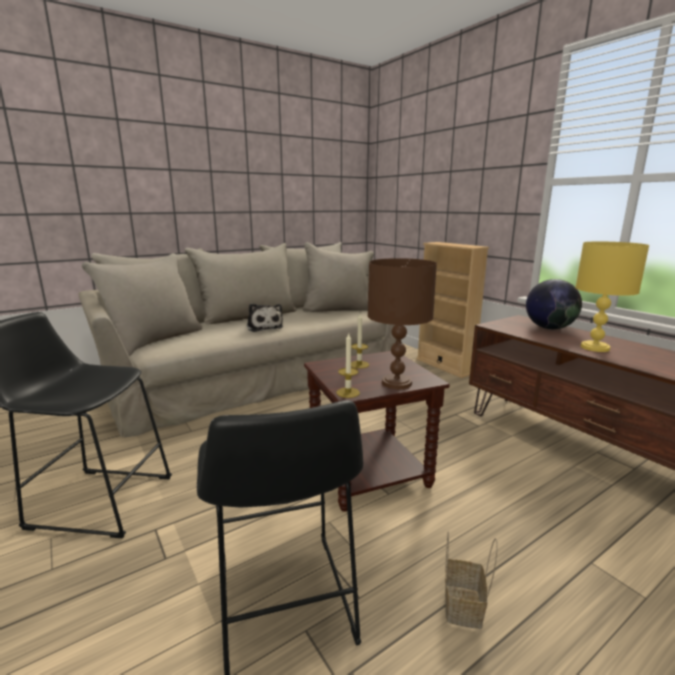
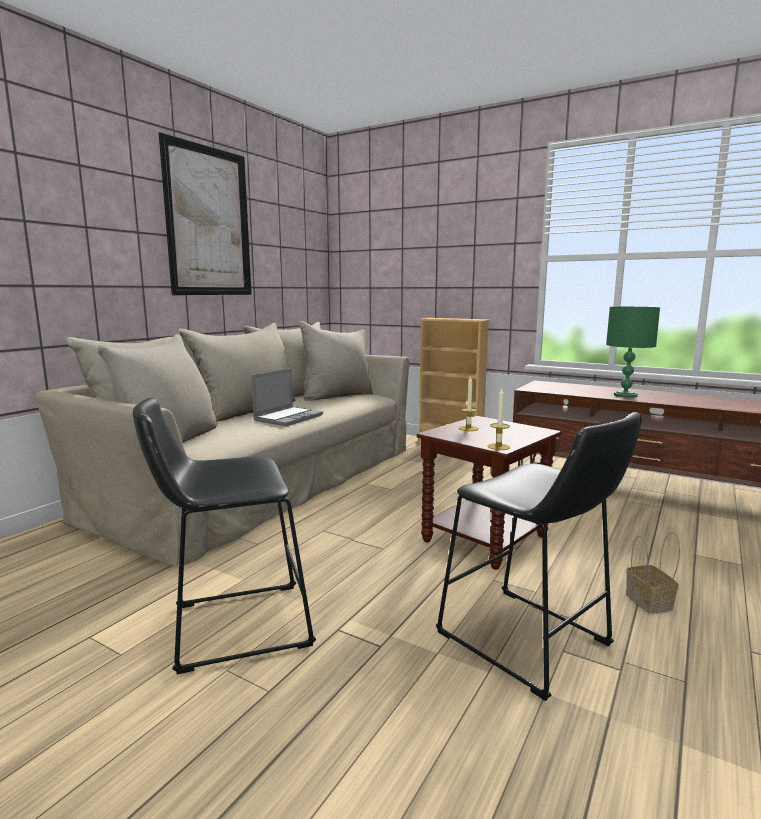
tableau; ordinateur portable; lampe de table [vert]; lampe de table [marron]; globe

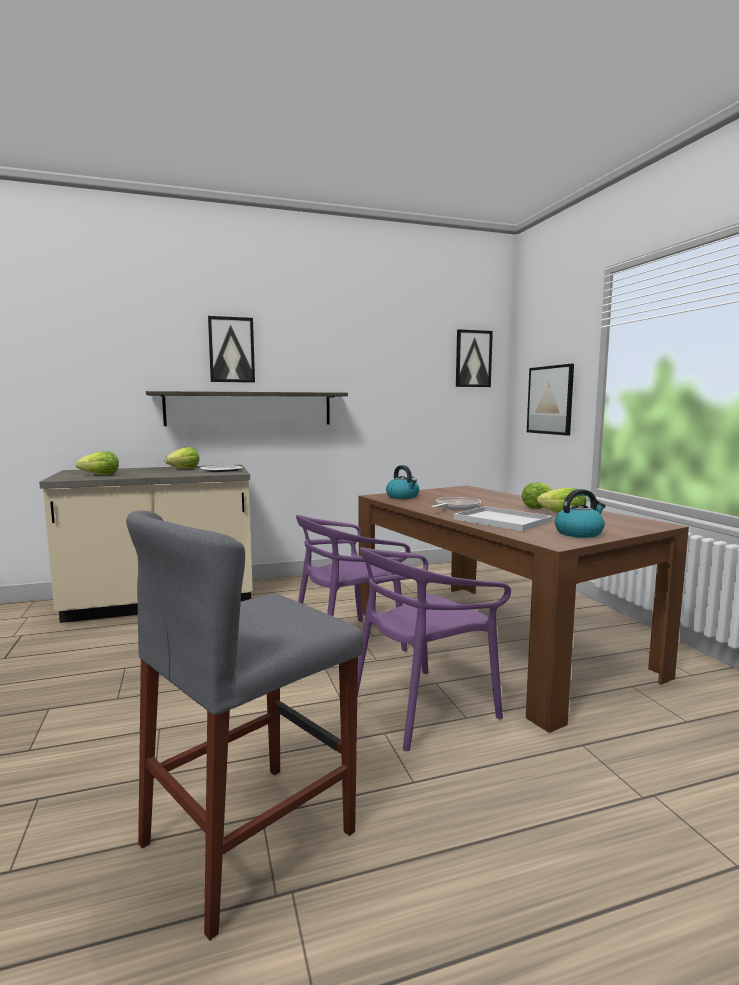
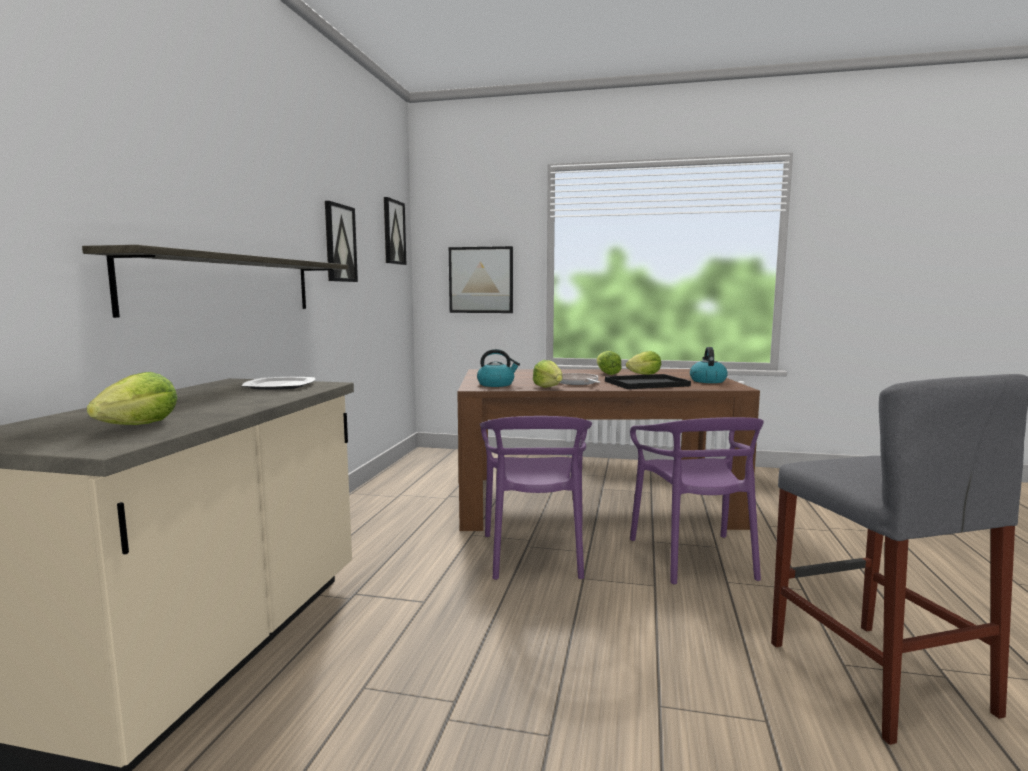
tableau (1st from left); laitue (2nd from left); plateau [noir]

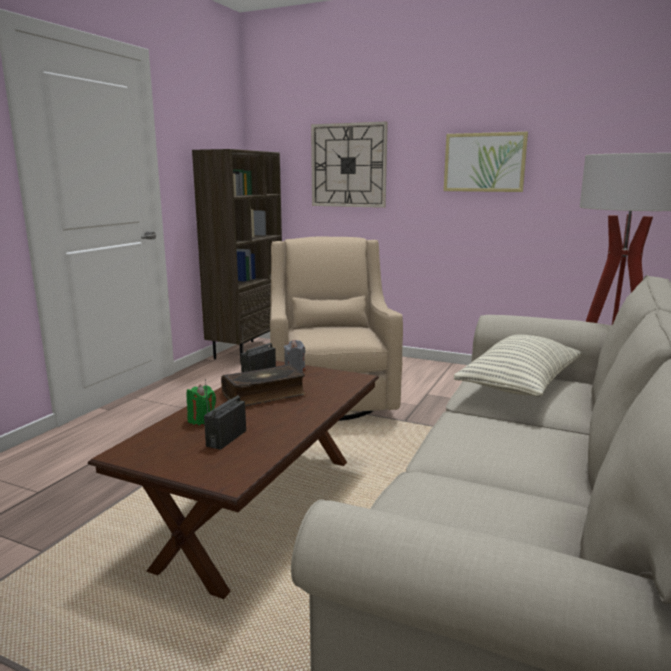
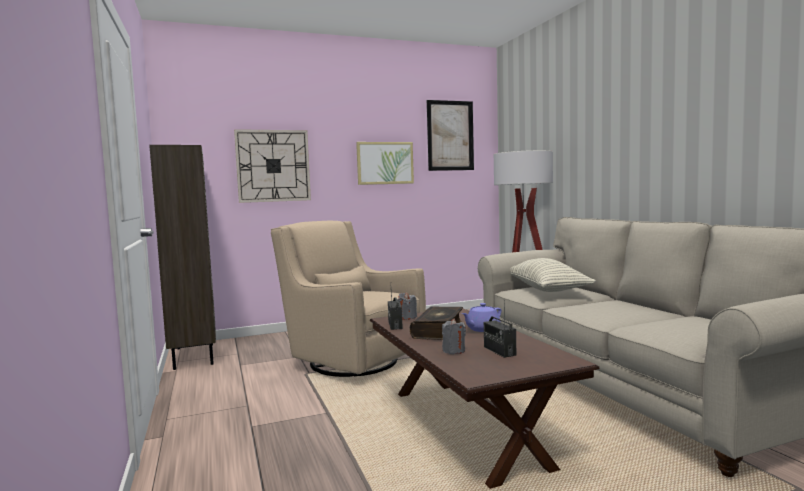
tableau (2nd from left); bougie [gris] (2nd from left); théière [violet]

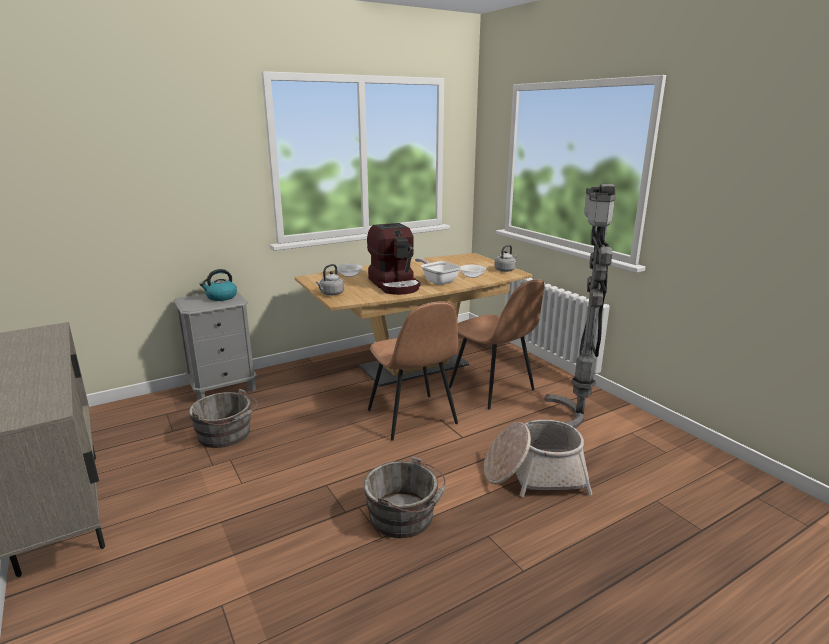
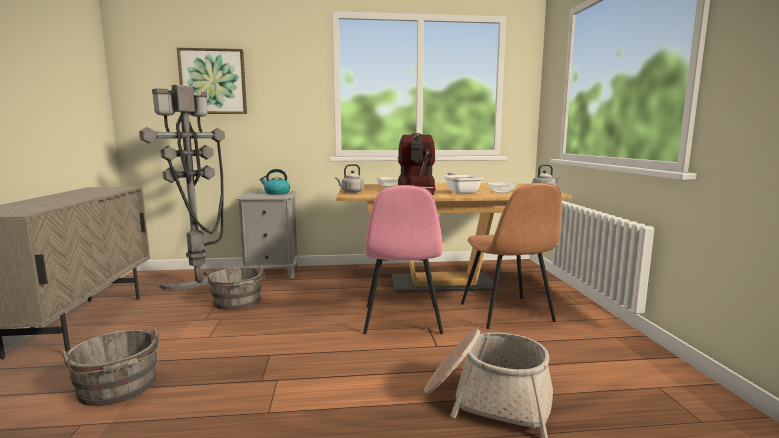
seau [gris] (1st from left); lampadaire [gris]; tableau; chaise [rose]

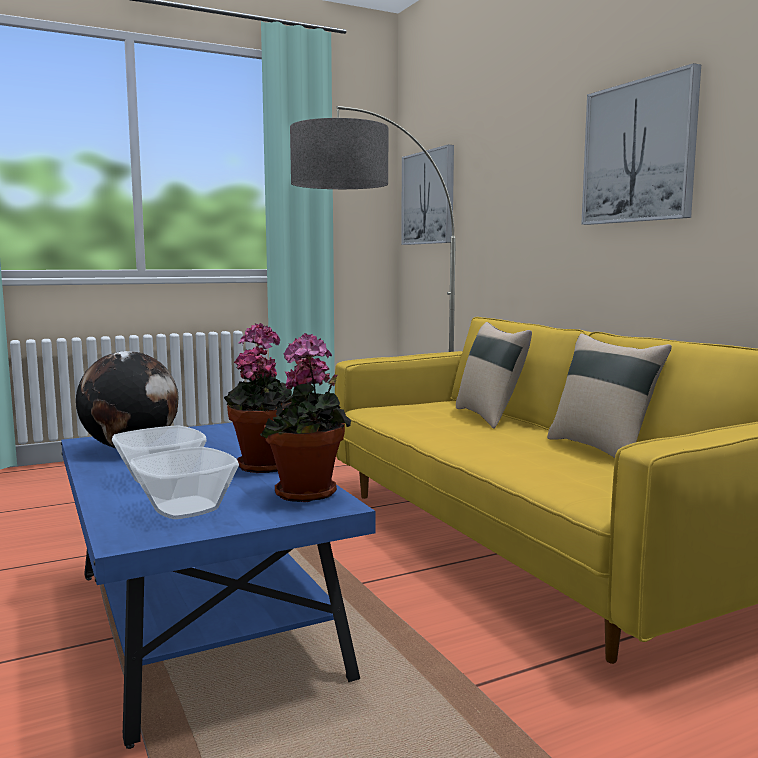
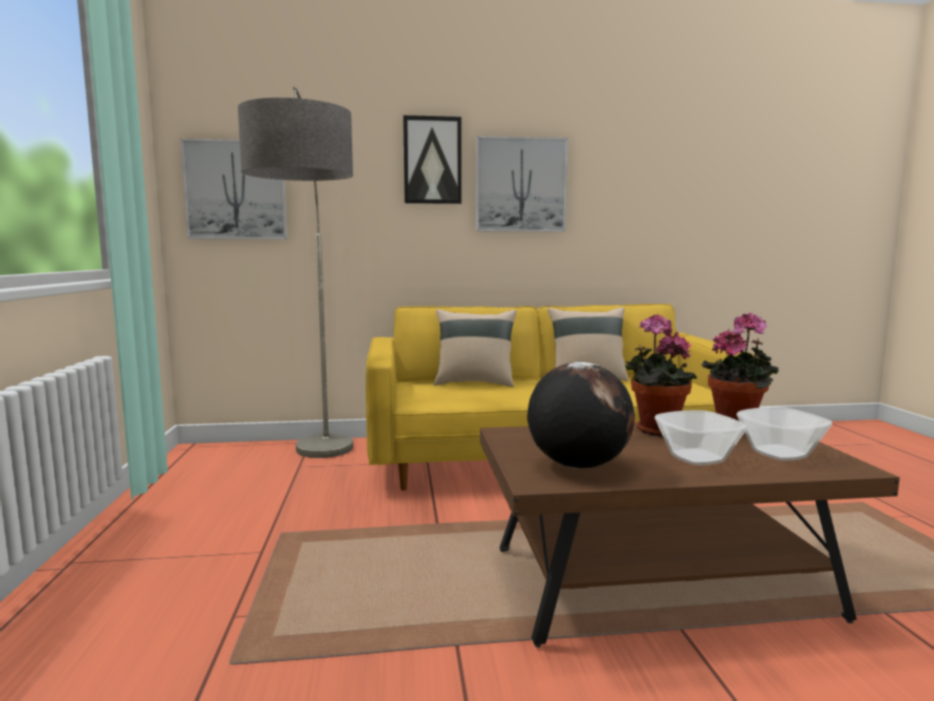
tableau (2nd from left); table basse [marron]

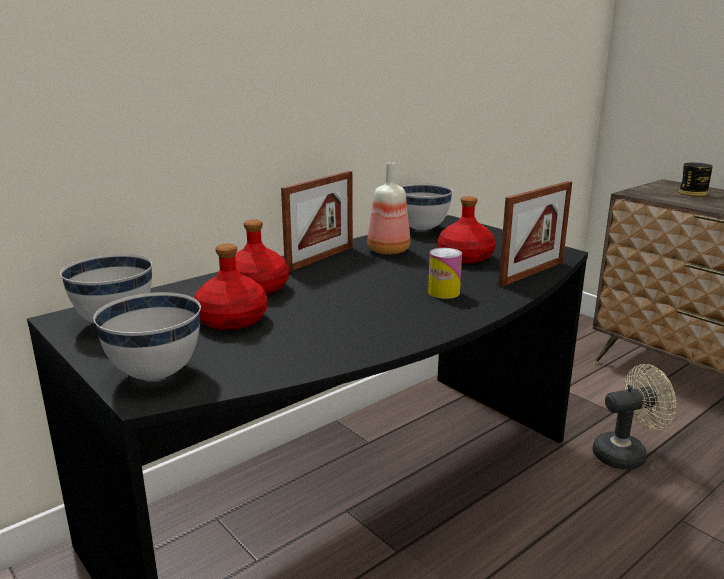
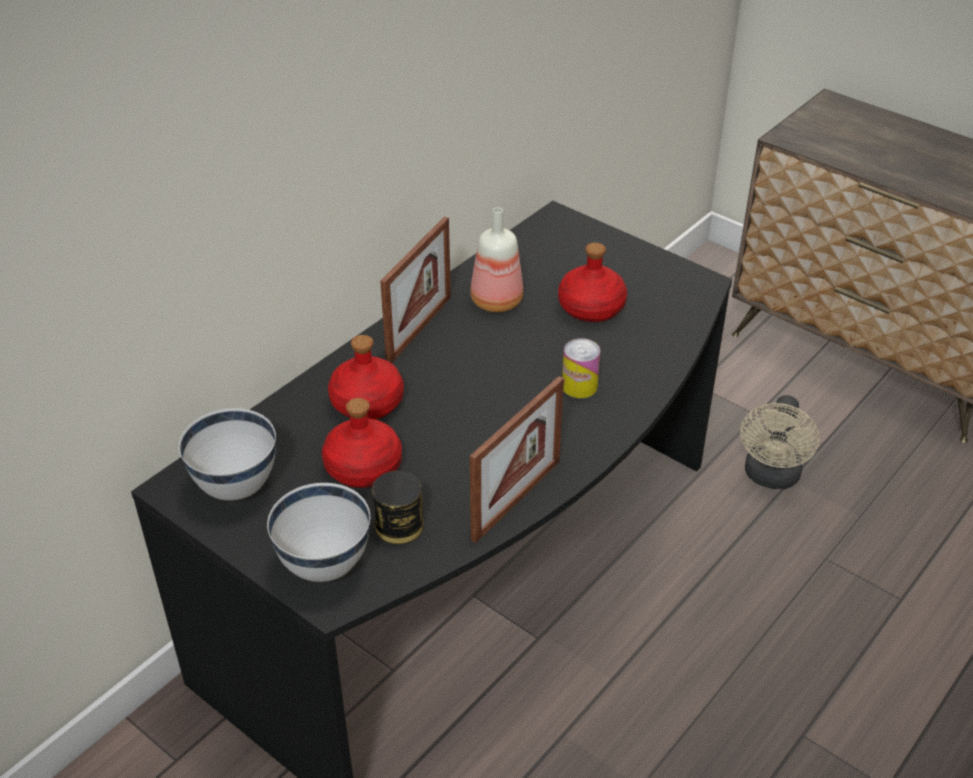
boîte métallique (1st from left); cadre photo (2nd from left); ventilateur [beige]; bol [blanc] (3rd from left in the first image)

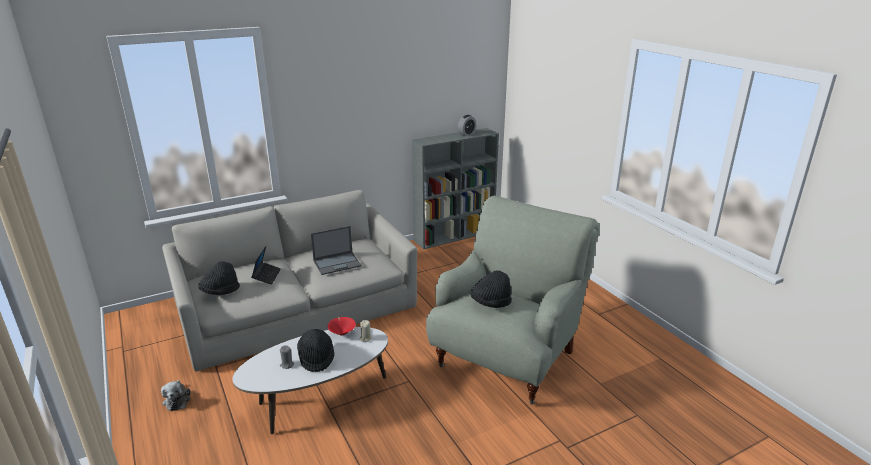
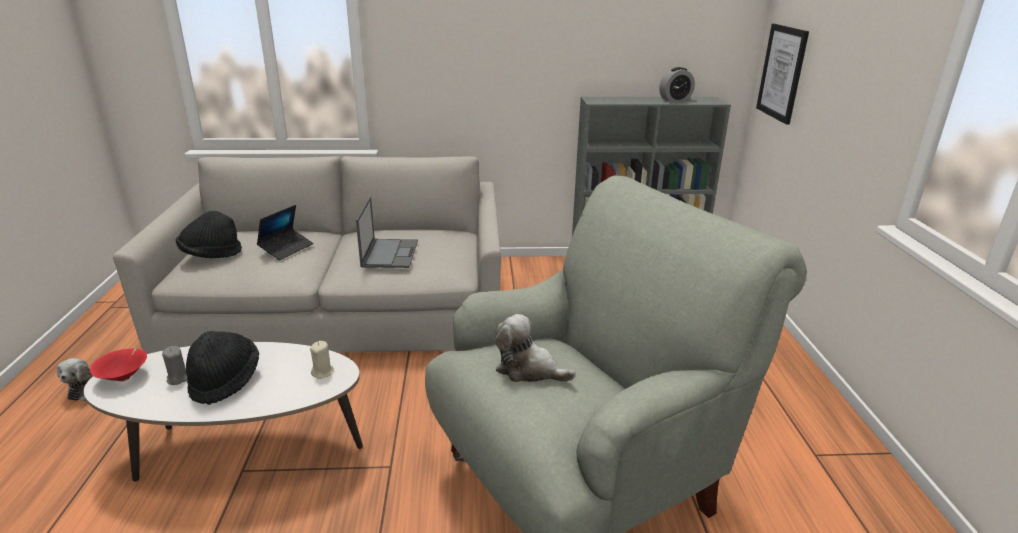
bol [rouge]; ordinateur portable (2nd from left); peluche (2nd from left); tableau

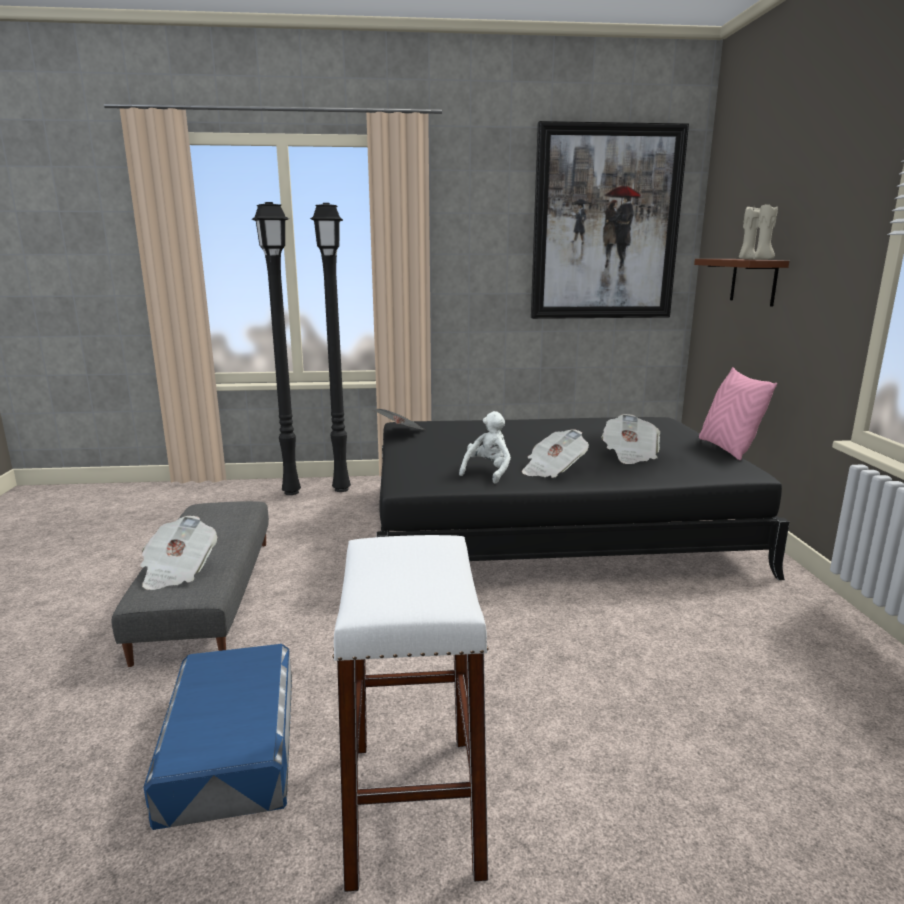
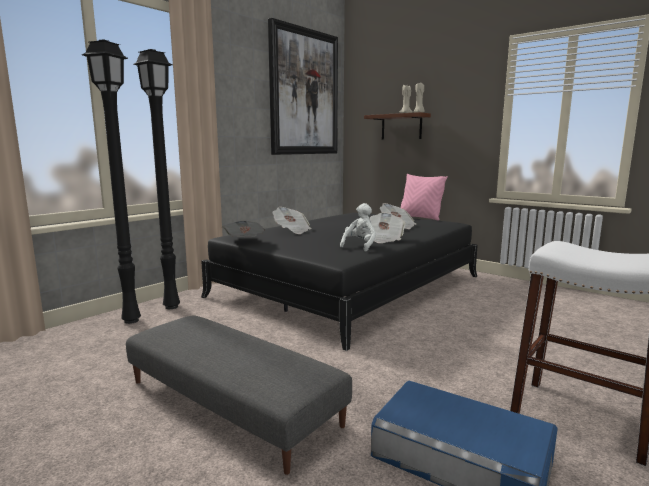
journal (2nd from left); peluche [blanc]

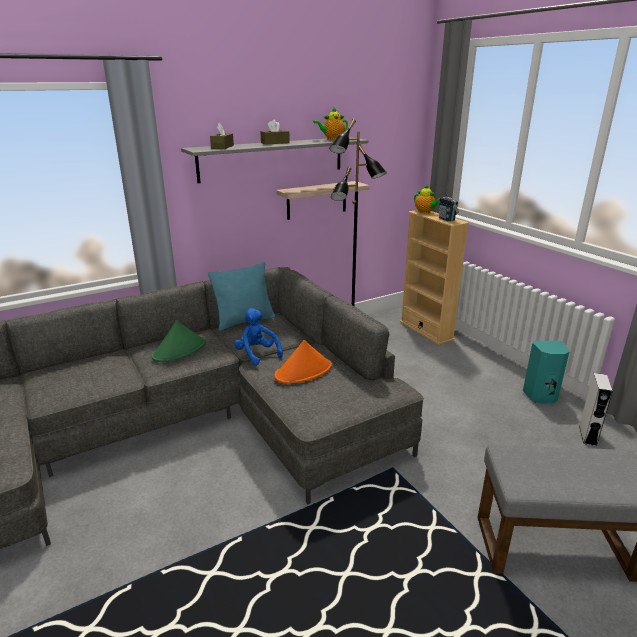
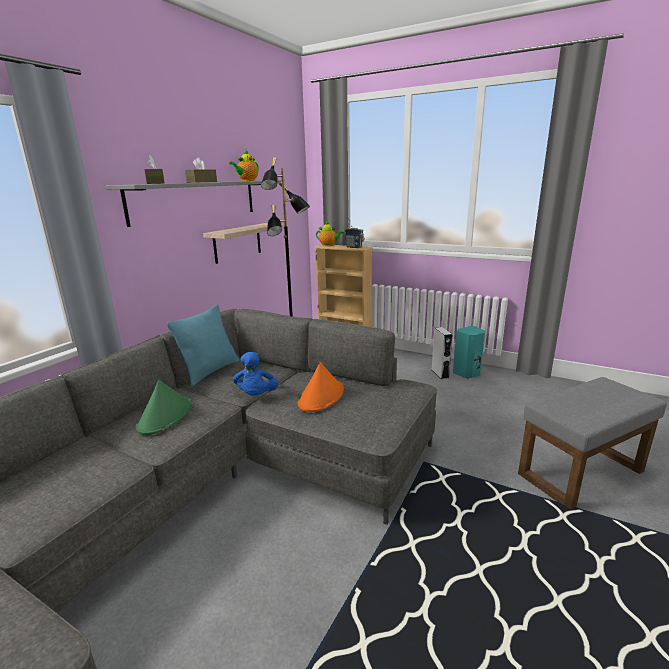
peluche [bleu]; enceinte [gris]

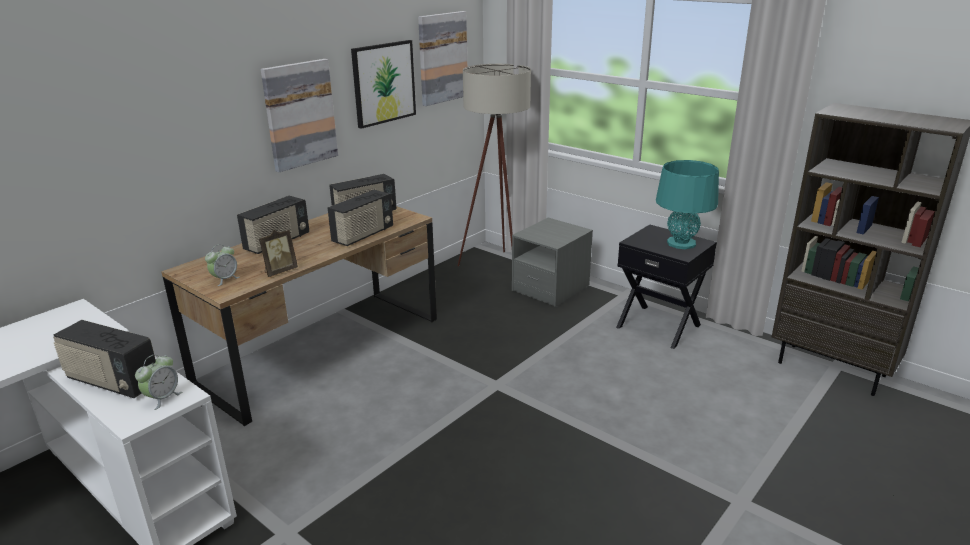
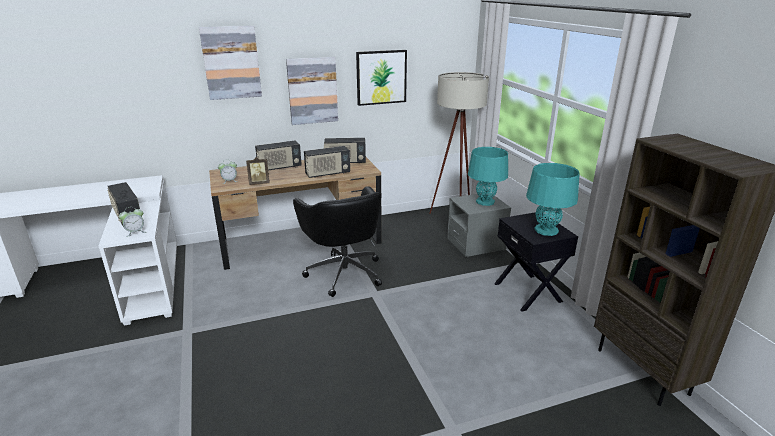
tableau (1st from left); chaise de bureau [noir]; lampe de table [turquoise] (1st from left)

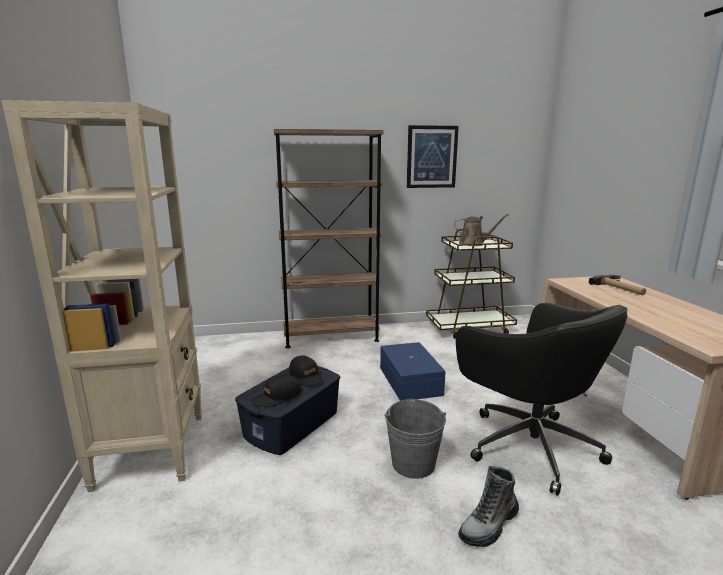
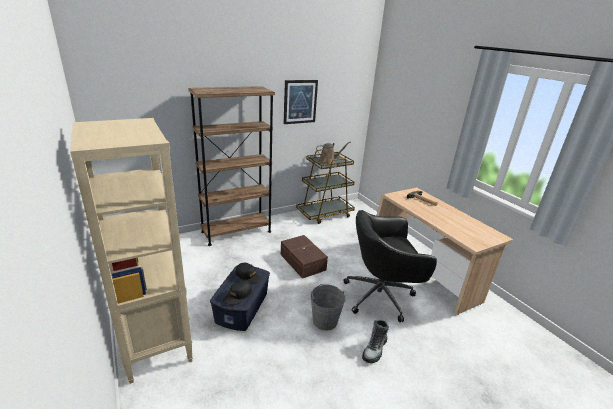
boîte de rangement [marron]; chaise de bureau [noir]

